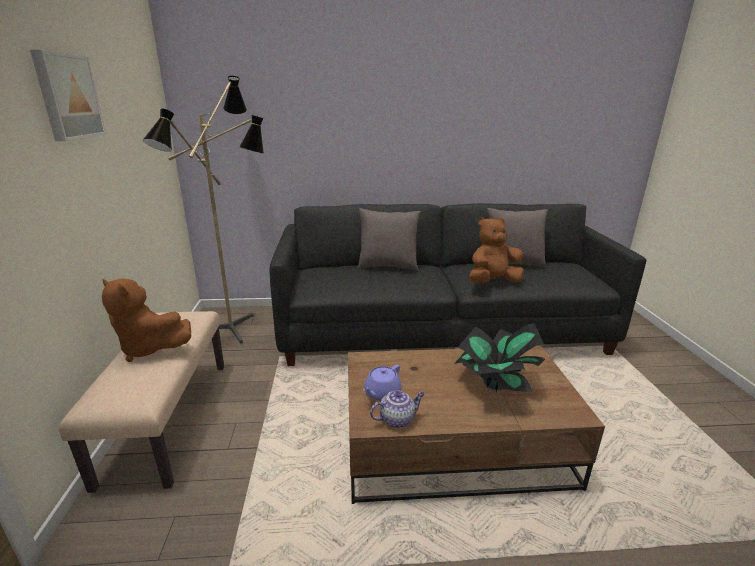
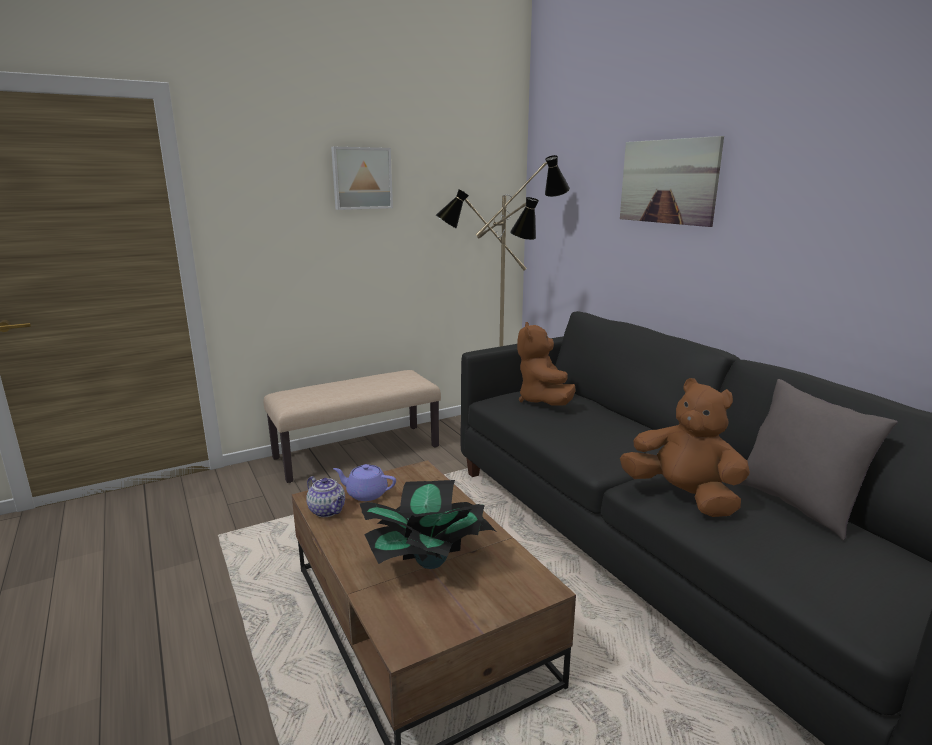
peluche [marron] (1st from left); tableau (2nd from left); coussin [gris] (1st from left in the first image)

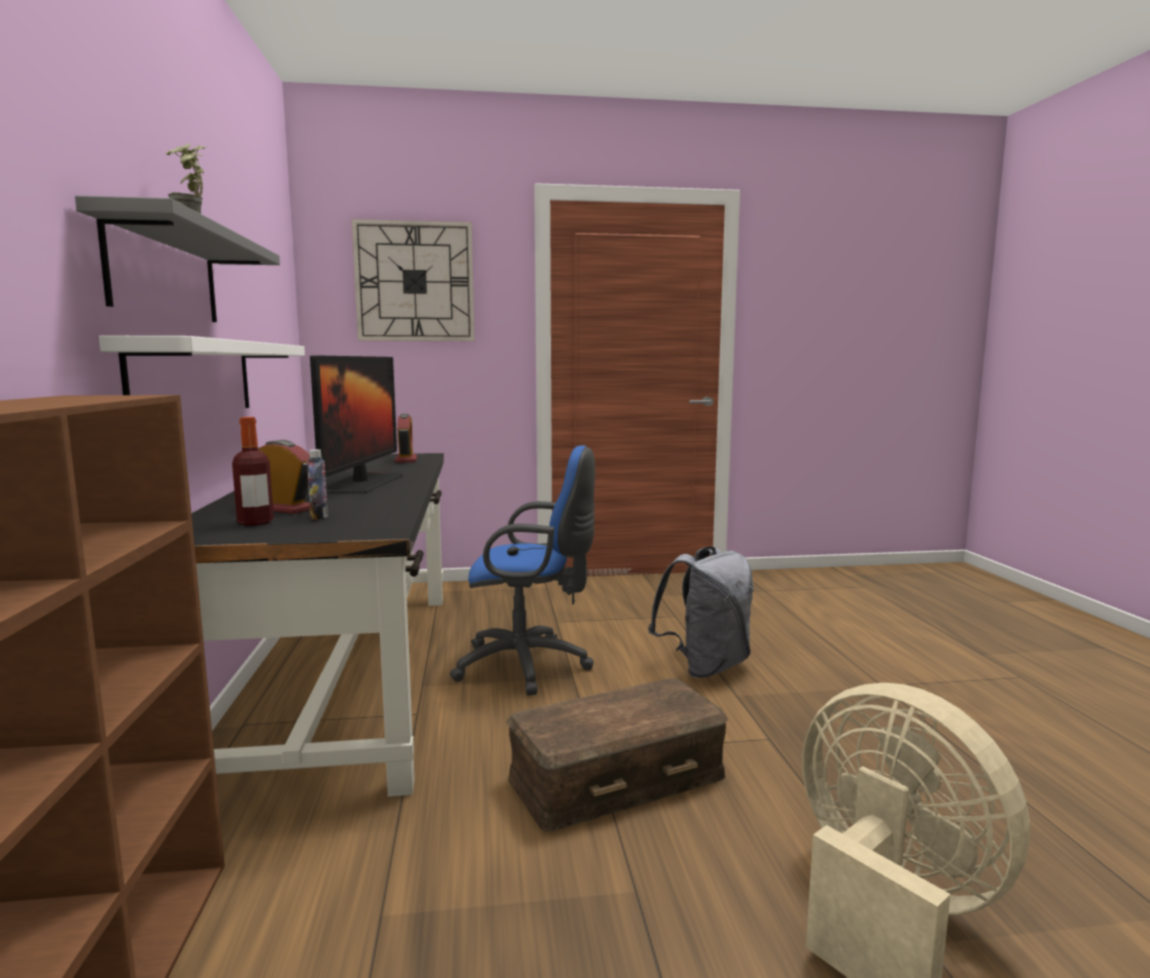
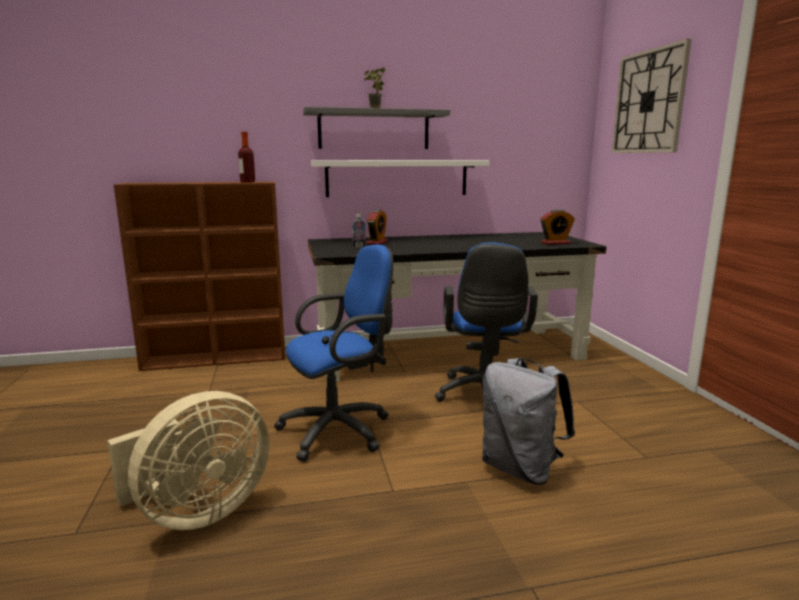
bouteille (1st from left); chaise de bureau [bleu] (1st from left); écran d'ordinateur

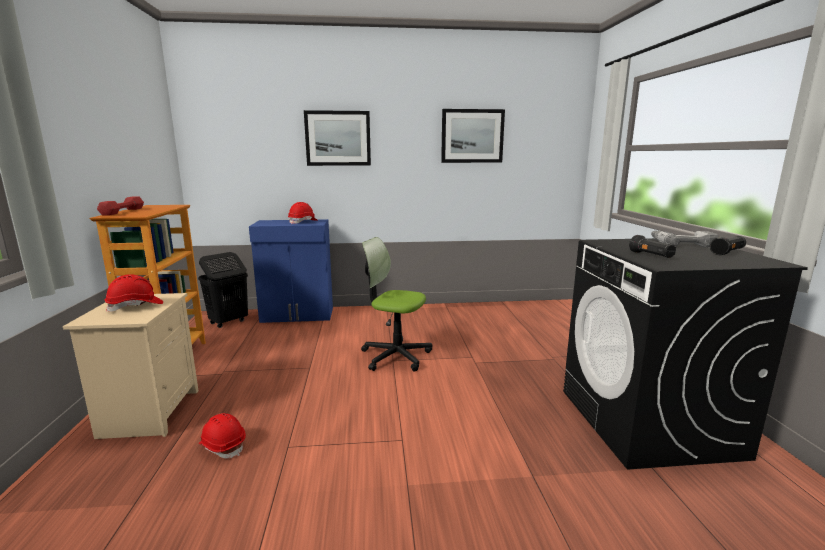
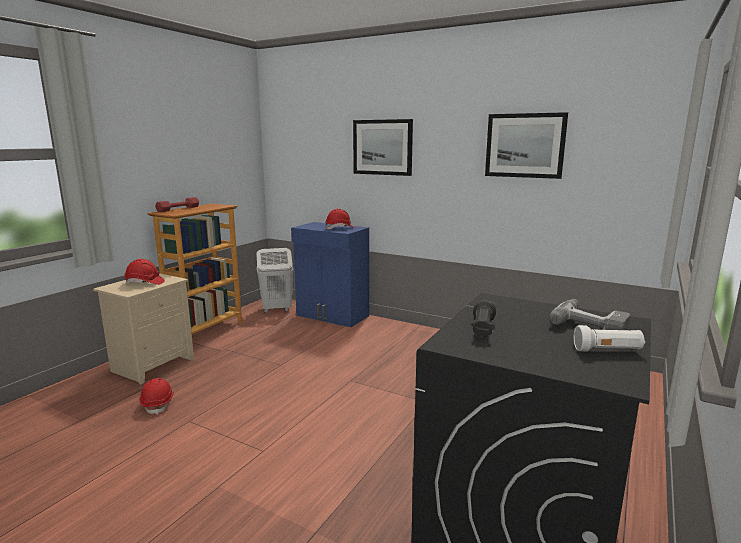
panier à linge [blanc]; lampe de poche [blanc]; chaise de bureau

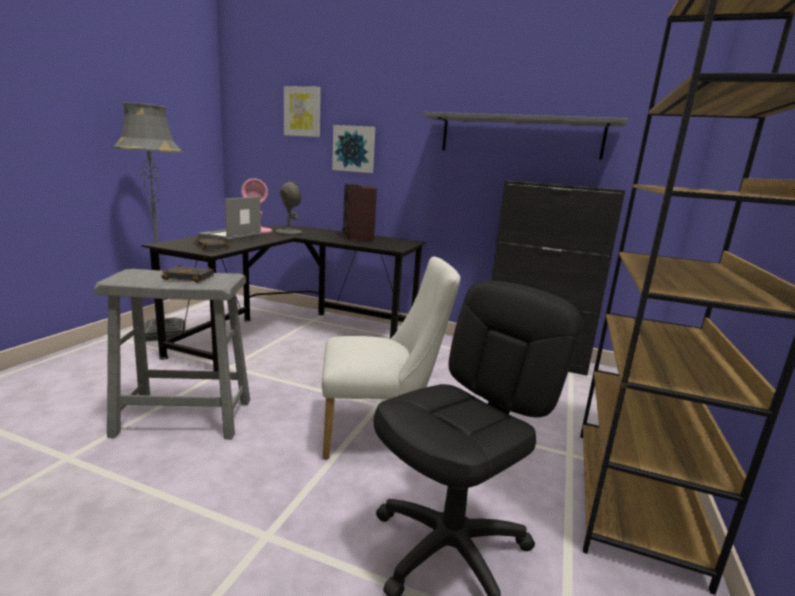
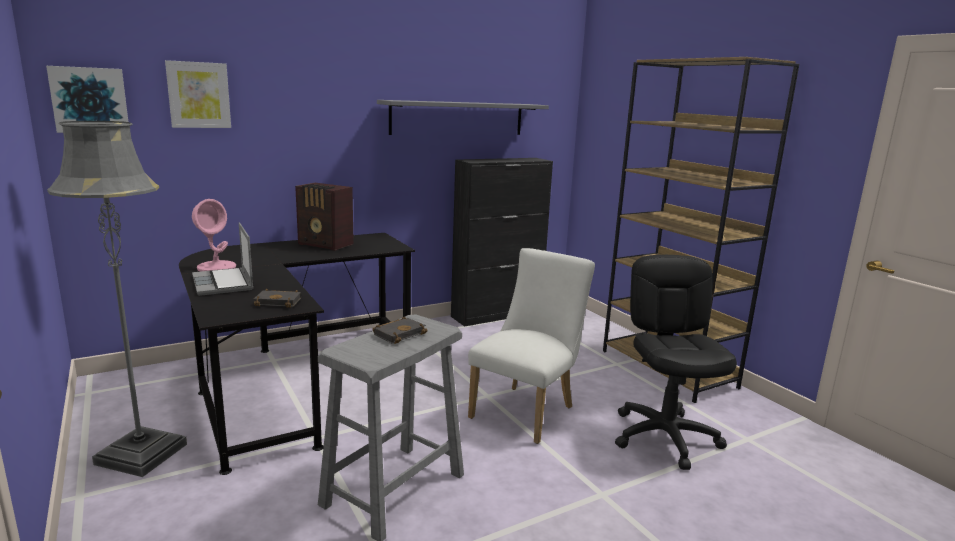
tableau (1st from left); lampe de table [gris]

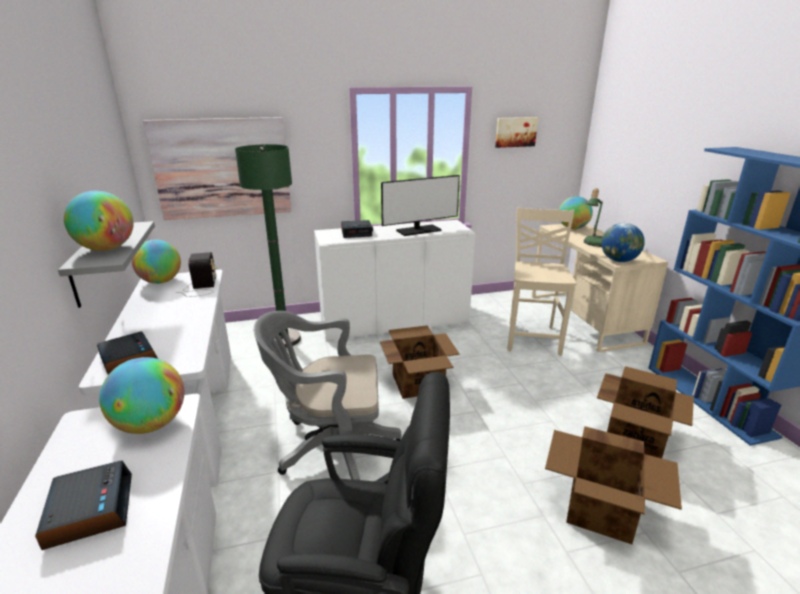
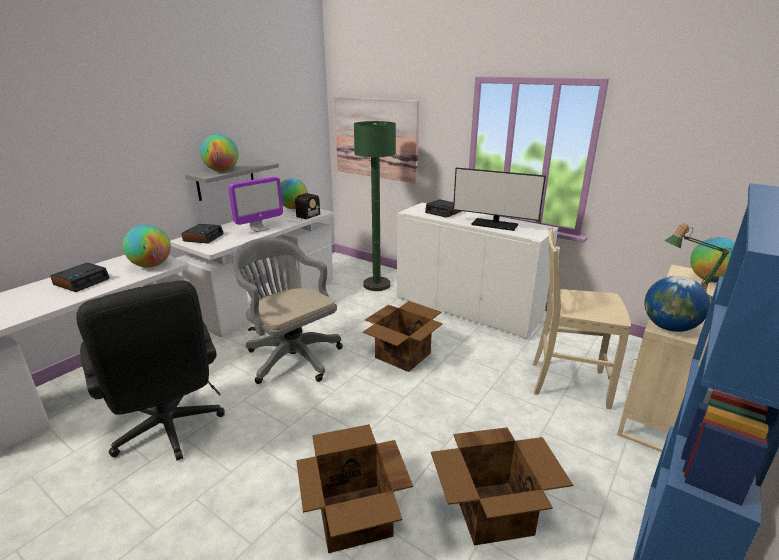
écran d'ordinateur (1st from left); chaise [beige]; tableau (2nd from left in the first image)

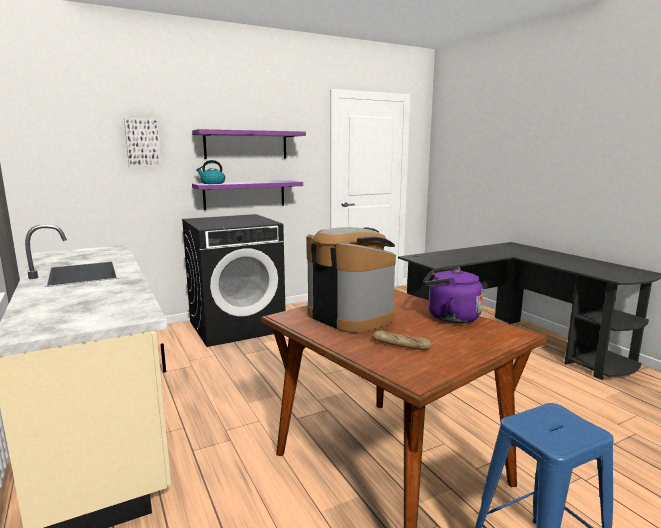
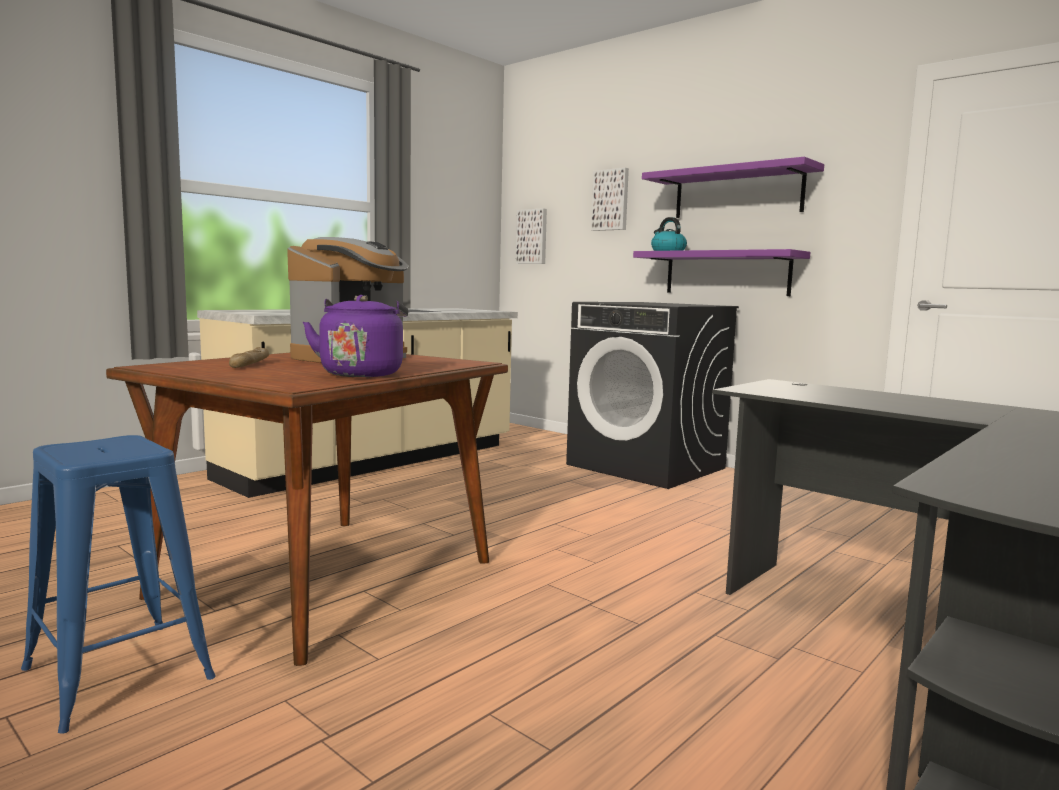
tableau (1st from left)

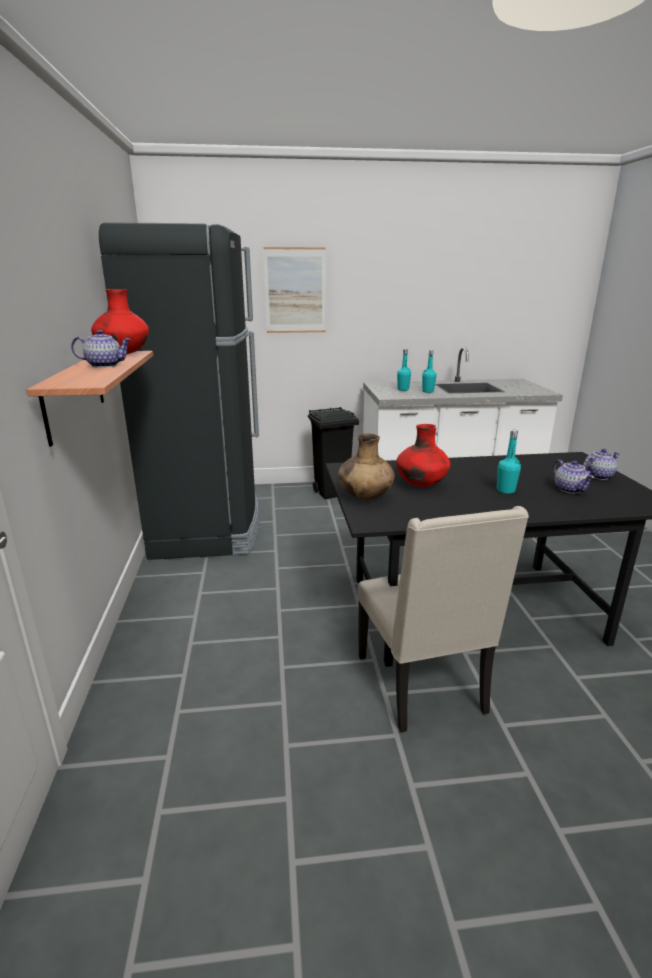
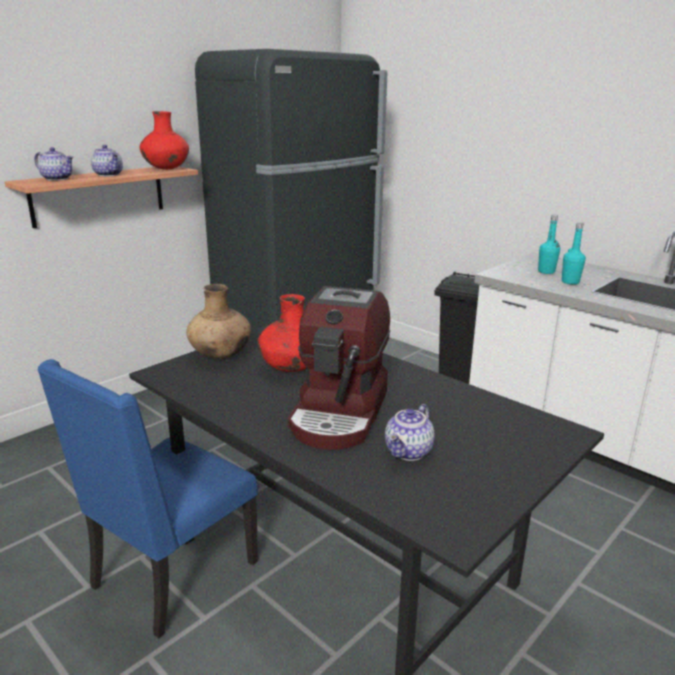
théière (1st from left); chaise [bleu]; machine à café; tableau

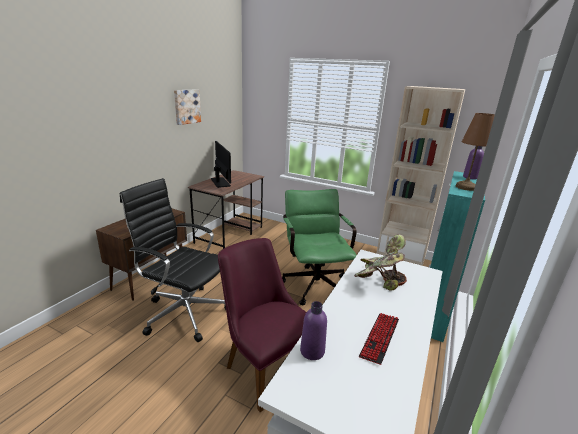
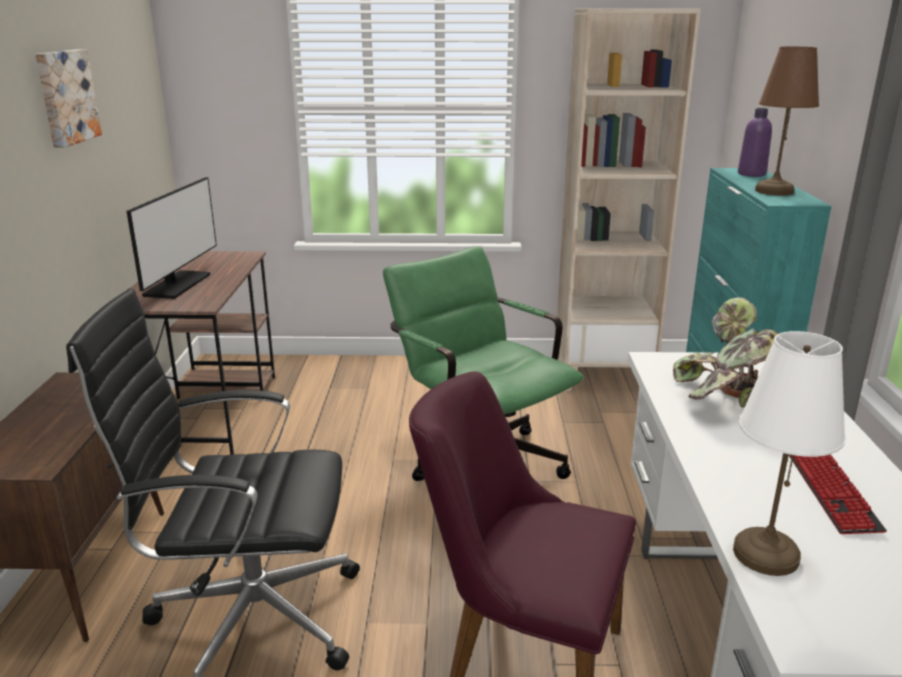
écran d'ordinateur; lampe de table [blanc]

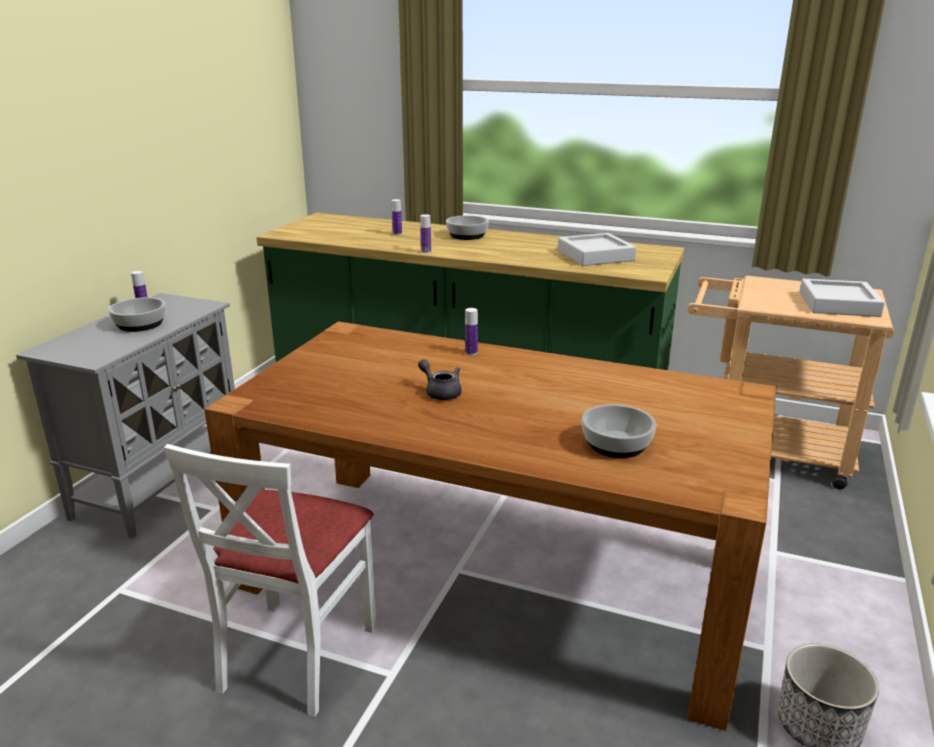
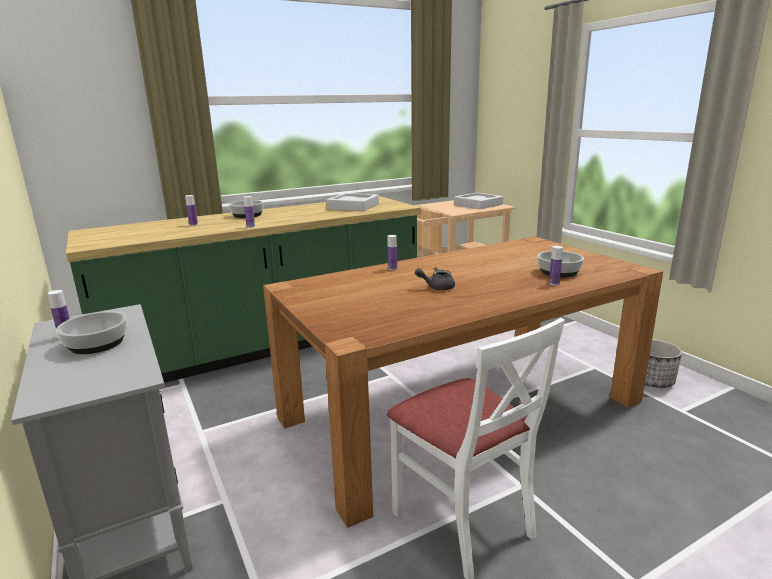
bouteille (5th from left)

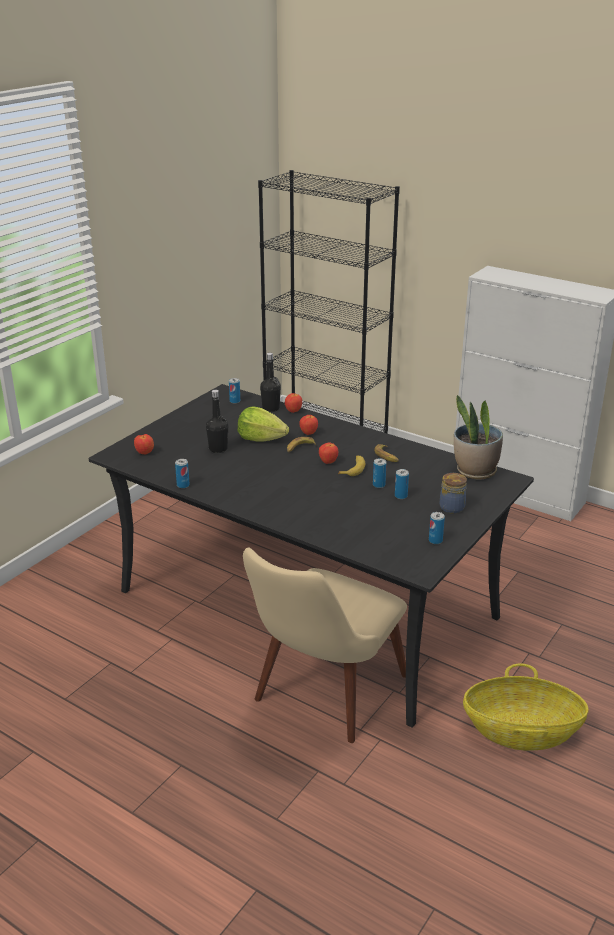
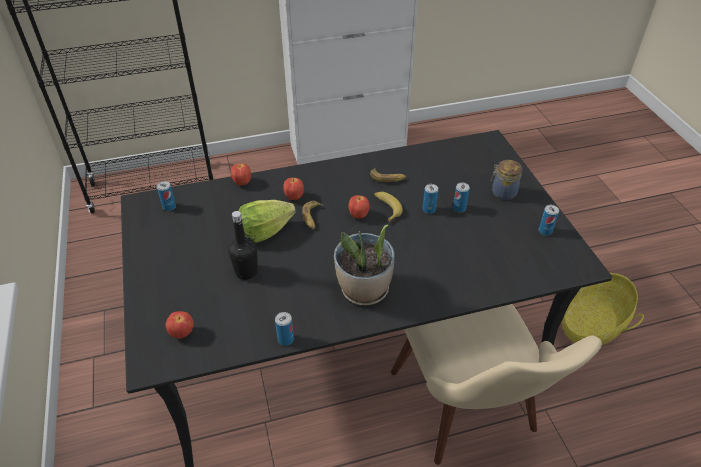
plante en pot; bouteille [noir] (2nd from left in the first image)

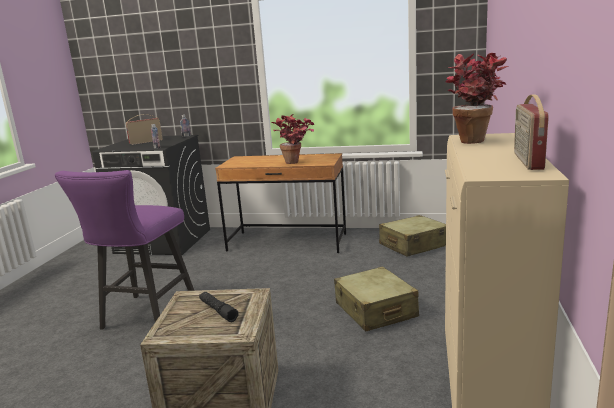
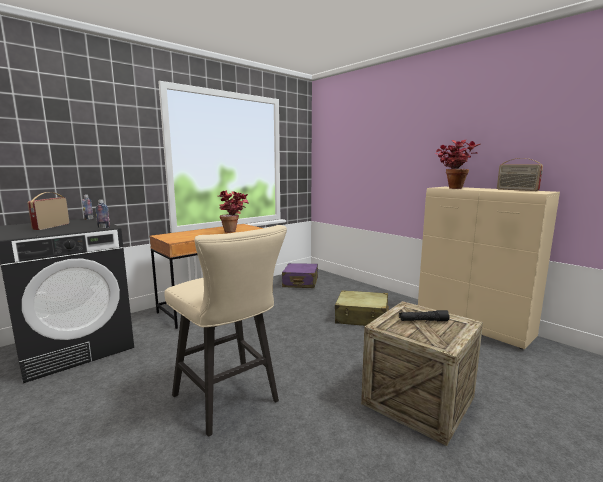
tabouret [beige]; valise [violet]

